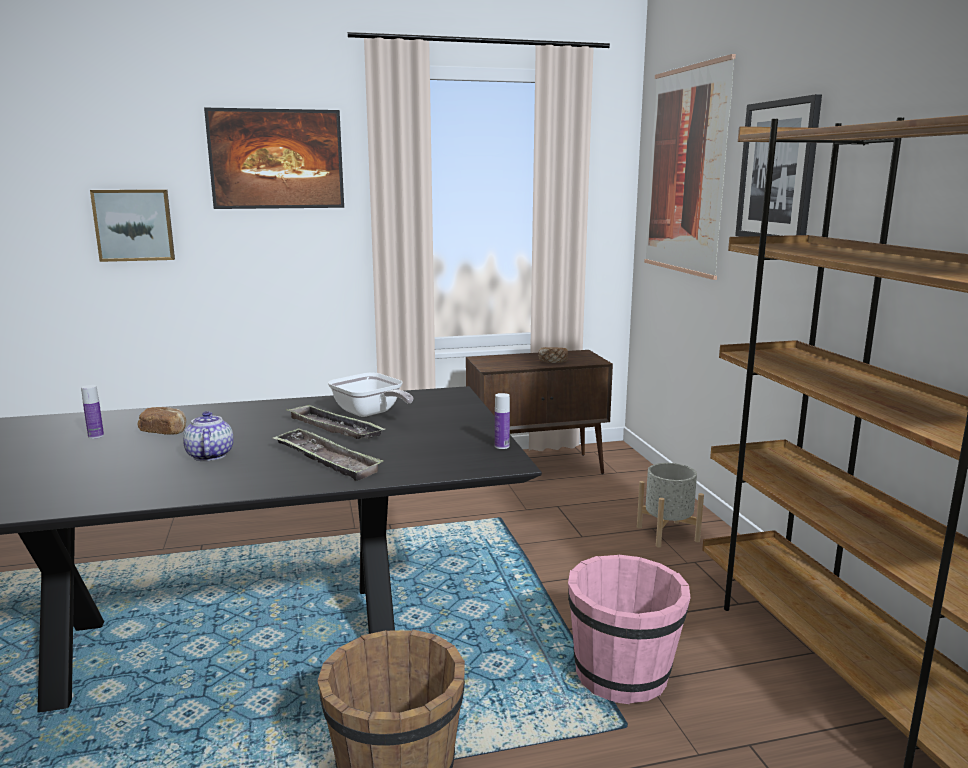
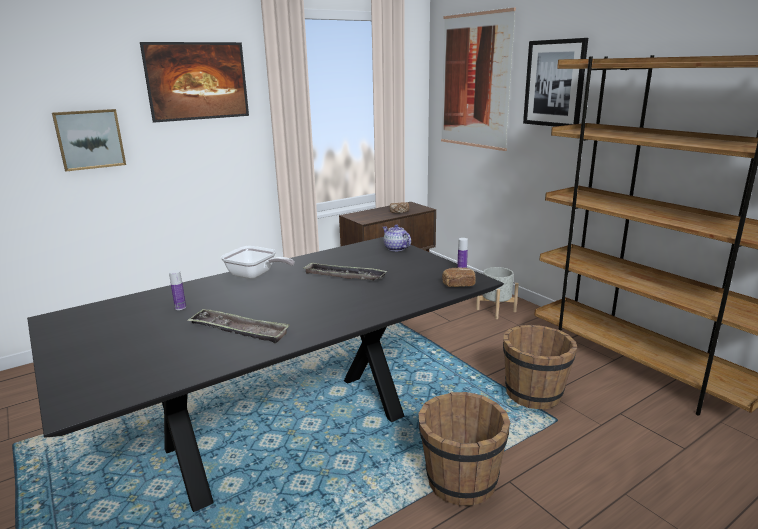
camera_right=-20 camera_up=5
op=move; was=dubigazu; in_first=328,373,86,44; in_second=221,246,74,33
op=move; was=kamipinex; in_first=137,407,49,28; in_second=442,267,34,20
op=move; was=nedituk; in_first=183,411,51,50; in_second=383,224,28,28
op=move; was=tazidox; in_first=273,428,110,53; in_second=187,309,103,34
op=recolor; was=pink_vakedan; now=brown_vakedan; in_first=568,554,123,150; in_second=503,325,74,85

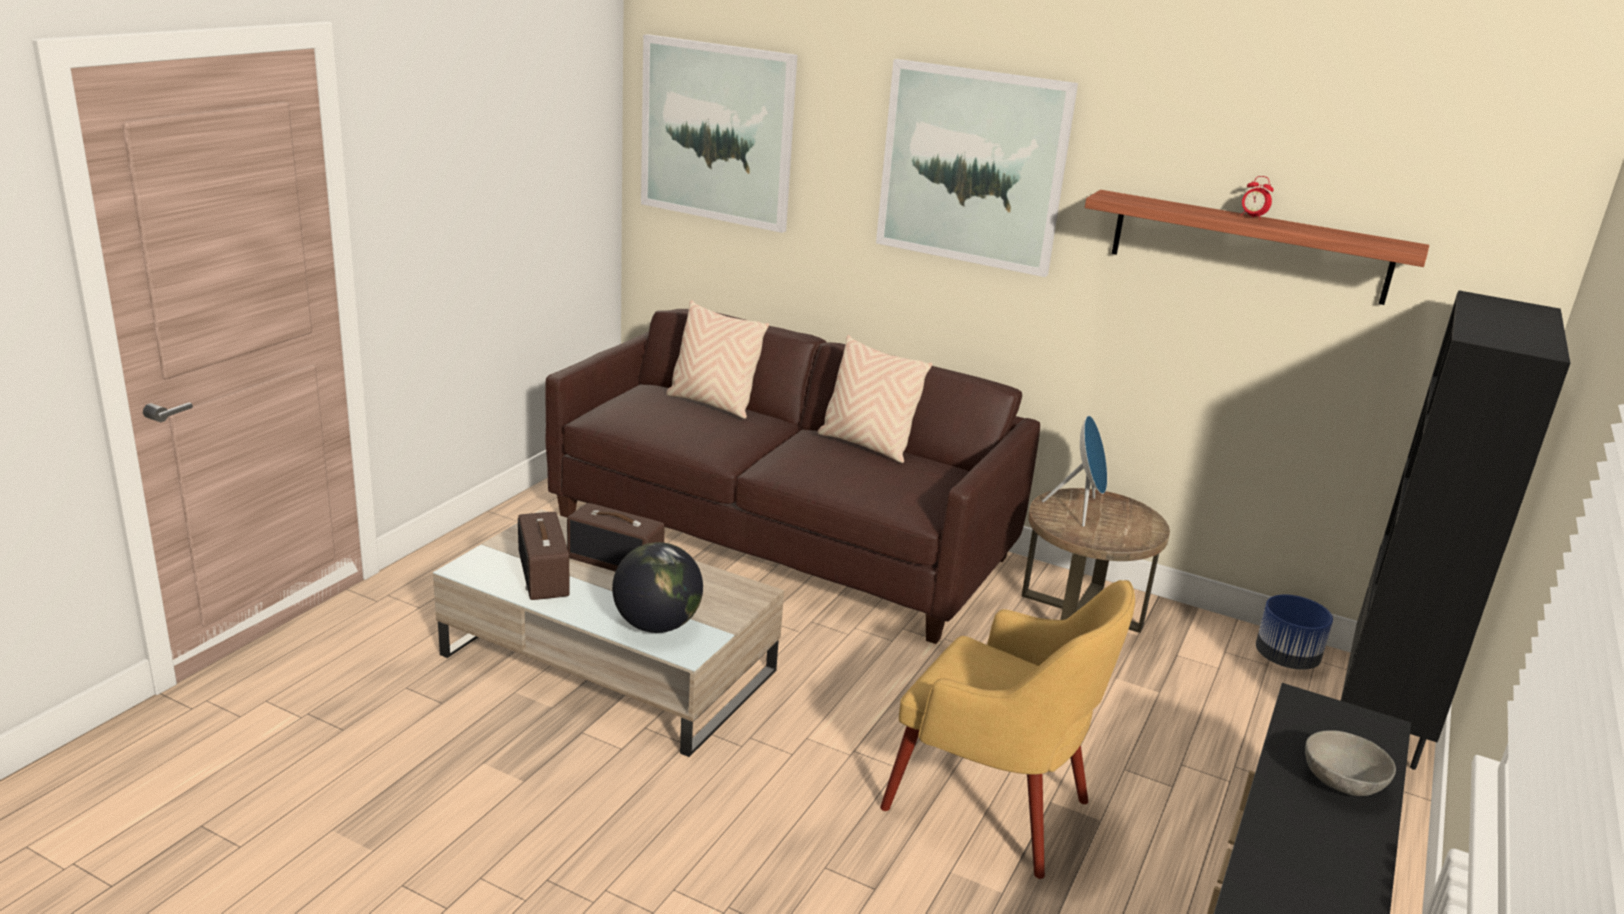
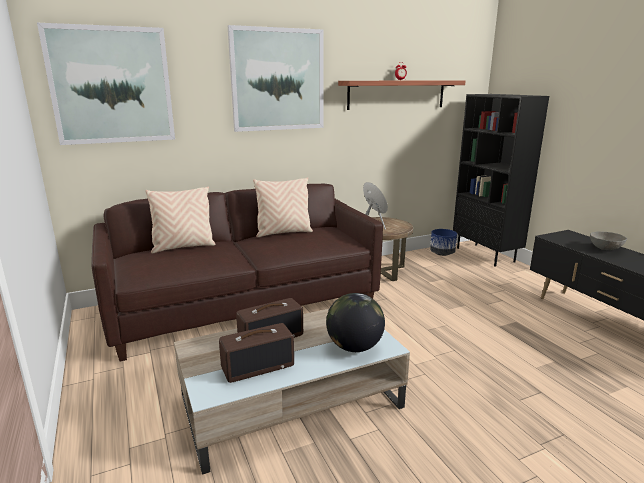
camera_right=-50 camera_up=-5
op=rotate; was=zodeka; in_first=518,512,52,88; in_second=219,323,75,60; clockwise=-45
op=delete; was=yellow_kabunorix; in_first=880,580,255,299

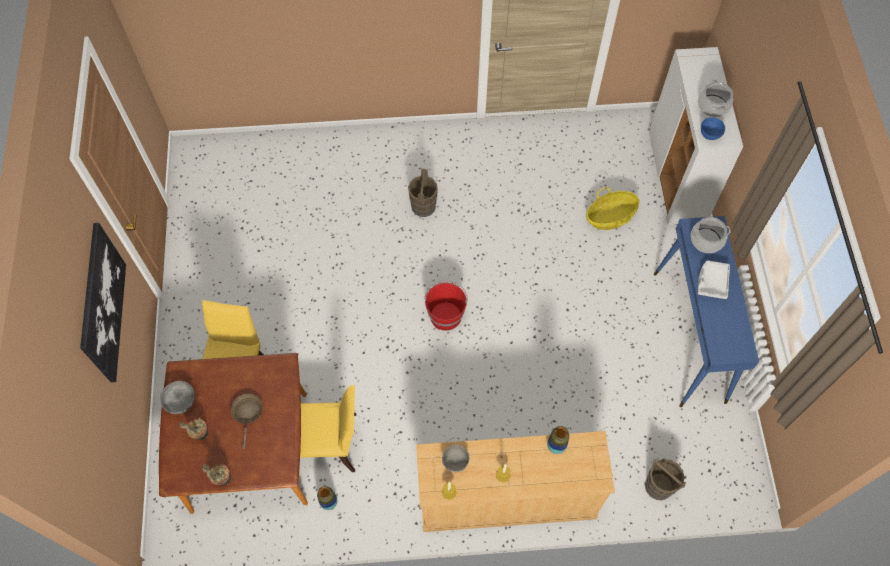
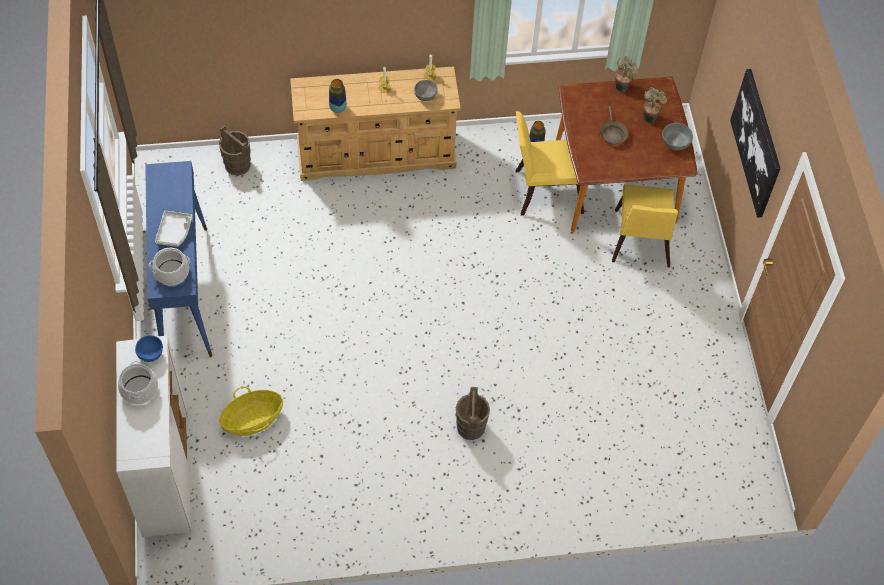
camera_right=175 camera_up=-5
op=delete; was=red_vakedan; in_first=425,281,43,49

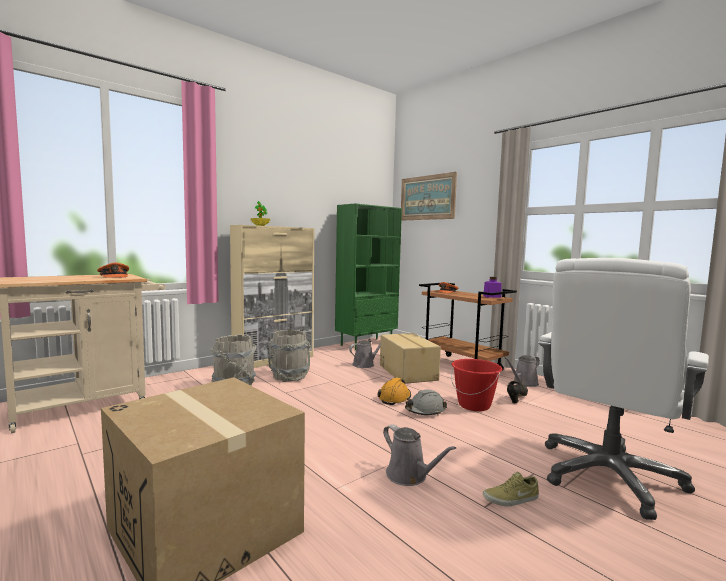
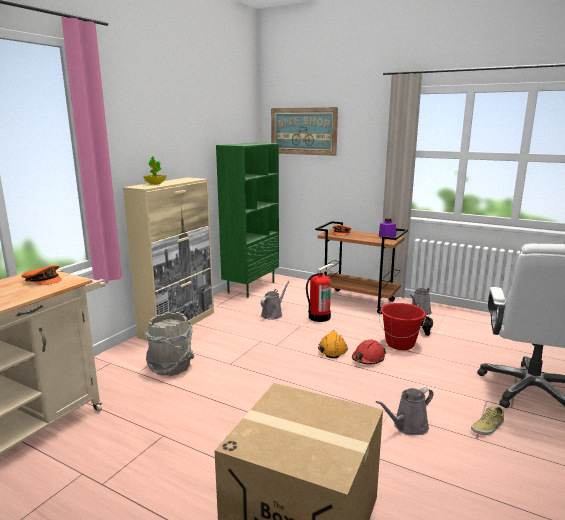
camera_right=-20 camera_up=10
op=delete; was=grey_vakedan; in_first=268,329,43,53
op=replace; was=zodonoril; now=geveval; in_first=380,333,61,51; in_second=306,263,30,59
op=recolor; was=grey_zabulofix; now=red_zabulofix; in_first=405,390,42,26; in_second=352,340,34,25
op=rotate; was=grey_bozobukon; in_first=383,424,73,62; in_second=376,387,57,48; clockwise=120

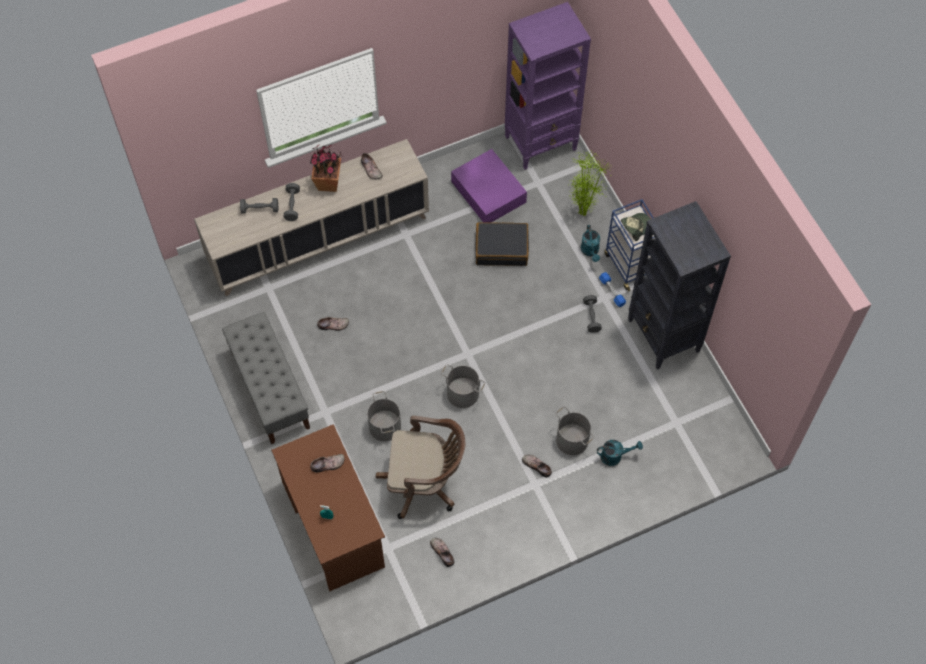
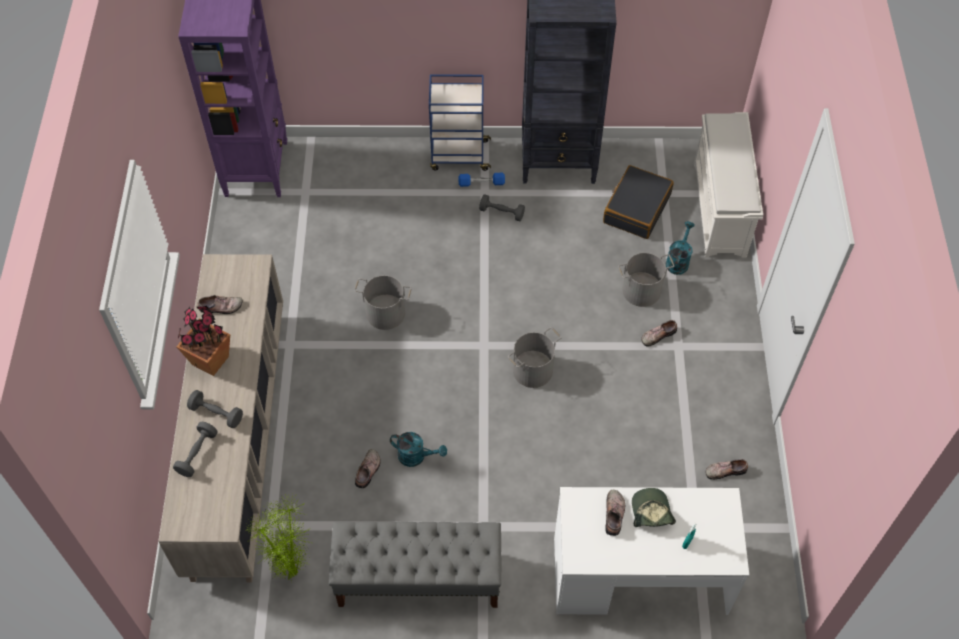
camera_right=-65 camera_up=-5
op=delete; was=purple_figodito; in_first=451,149,76,74
op=move; was=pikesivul; in_first=568,151,44,65; in_second=247,494,64,87
op=move; was=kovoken; in_first=621,213,29,28; in_second=632,488,44,39
op=move; was=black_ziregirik; in_first=476,222,53,44; in_second=603,165,71,74
op=move; was=turquoise_bozobukon; in_first=581,225,19,37; in_second=390,432,57,35
op=move; was=grey_vakedan; in_first=367,391,34,50; in_second=355,275,57,55
op=delete; was=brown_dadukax; in_first=376,416,90,103
op=recolor; was=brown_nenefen; now=white_nenefen; in_first=271,424,114,167; in_second=554,487,195,128
op=insert; now=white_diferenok; in_second=694,112,69,146

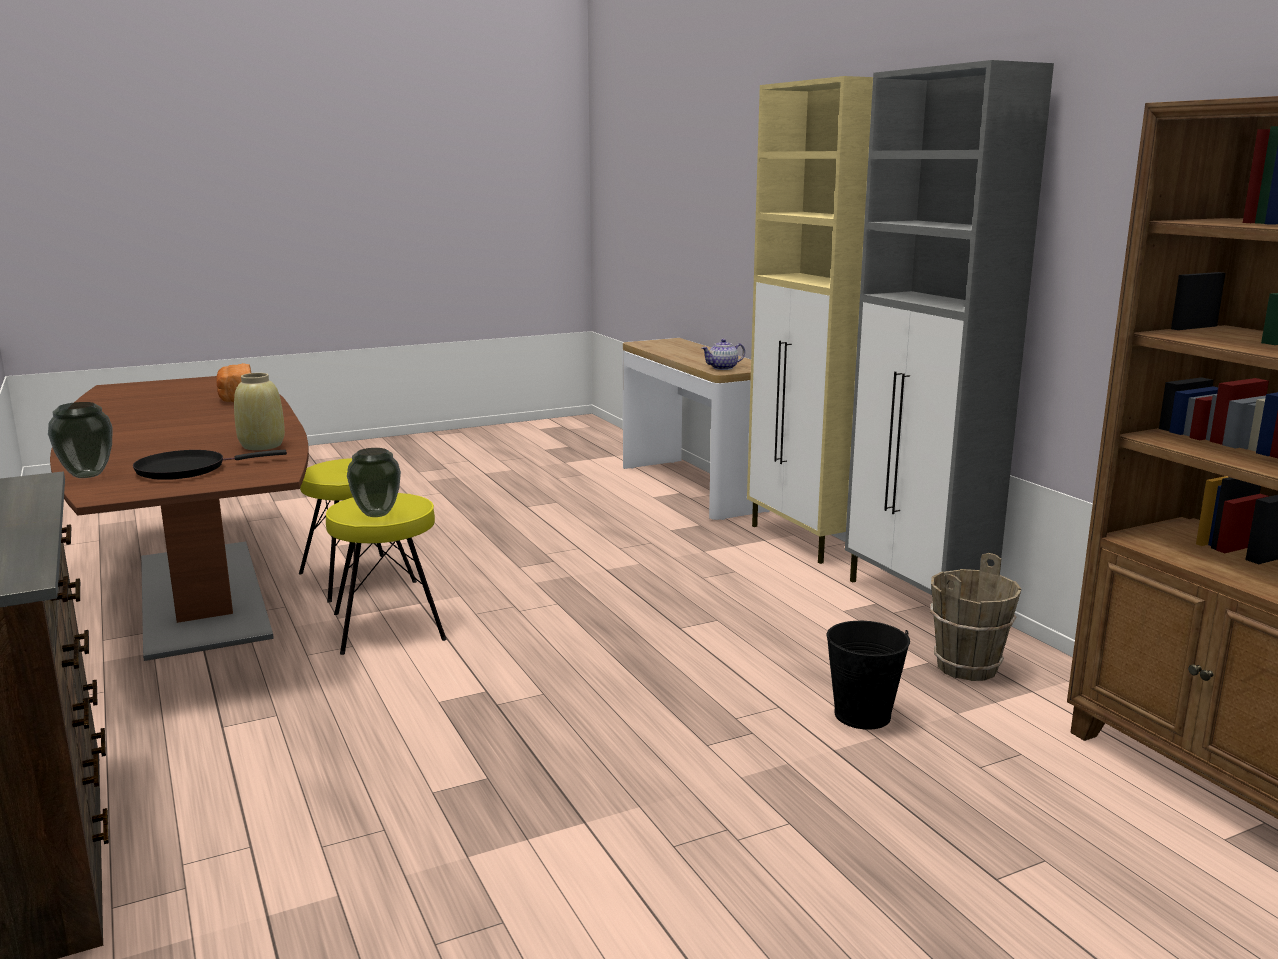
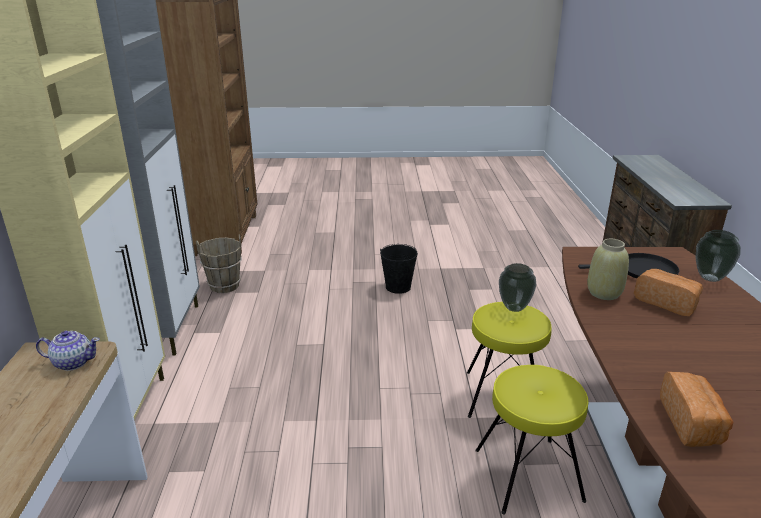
camera_right=-155 camera_up=10
op=move; was=black_vakedan; in_first=827,621,83,109; in_second=380,244,38,50
op=insert; now=kamipinex; in_second=634,269,69,47

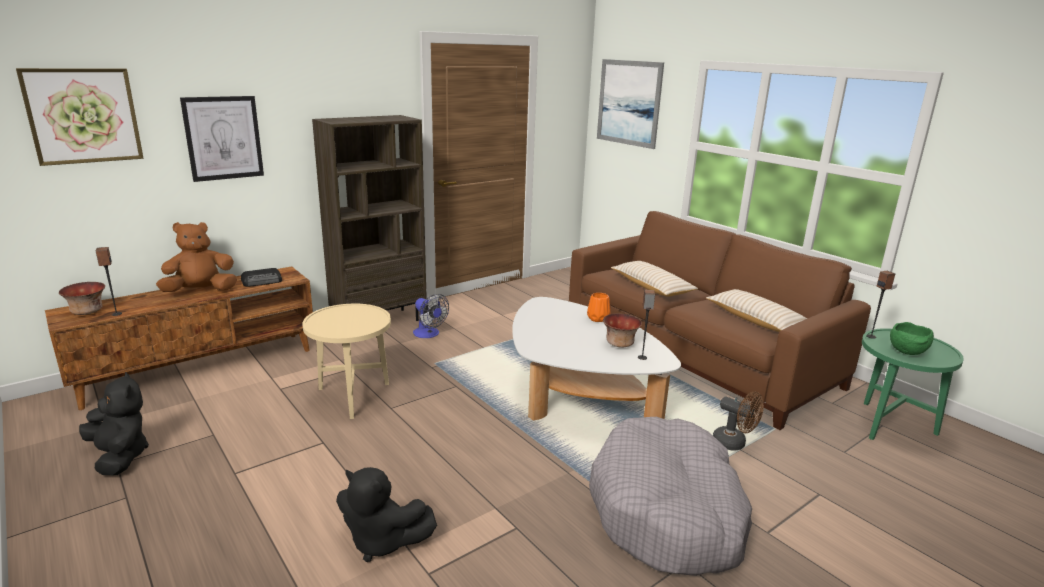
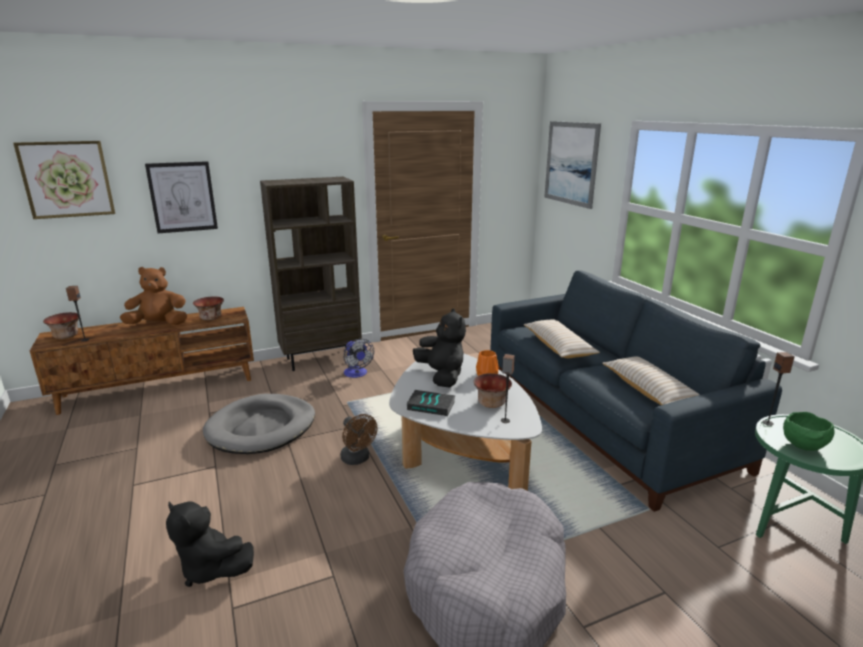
camera_right=15 camera_up=0
op=recolor; was=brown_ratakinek; now=blue_ratakinek; in_first=569,211,302,219; in_second=490,271,292,241
op=replace; was=zodeka; now=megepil; in_first=241,268,41,19; in_second=193,297,31,24
op=replace; was=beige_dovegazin; now=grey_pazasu; in_first=302,304,89,115; in_second=203,394,112,60
op=move; was=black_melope; in_first=79,372,70,103; in_second=413,309,53,79
op=move; was=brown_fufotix; in_first=713,391,51,60; in_second=341,414,36,51
op=insert; now=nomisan; in_second=407,390,49,26

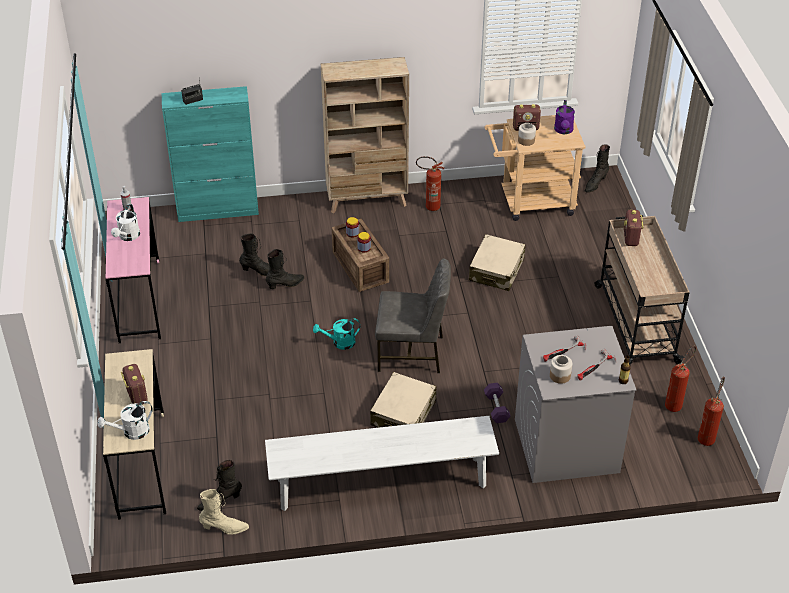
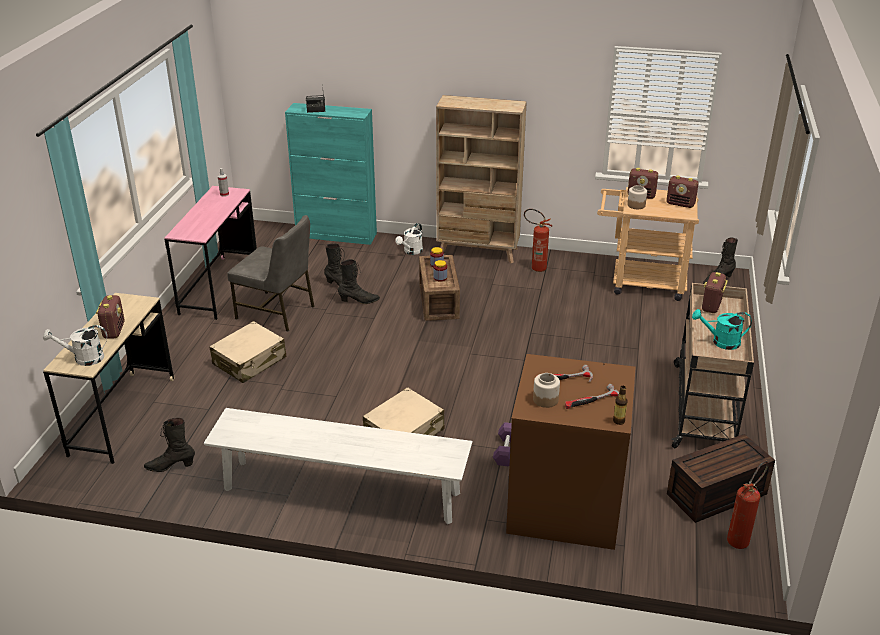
camera_right=20 camera_up=-10
op=replace; was=purple_bozobukon; now=zodeka; in_first=554,100,21,34; in_second=666,176,33,32
op=move; was=white_bozobukon; in_first=111,204,29,37; in_second=395,223,28,32
op=move; was=beige_ziregirik; in_first=469,234,57,57; in_second=210,321,76,62
op=move; was=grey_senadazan; in_first=375,259,76,114; in_second=227,215,88,117
op=move; was=turquoise_bozobukon; in_first=313,318,47,32; in_second=692,309,60,41
op=recolor; was=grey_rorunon; now=brown_rorunon; in_first=515,326,122,157; in_second=506,354,130,196
op=replace; was=geveval; now=brown_figodito; in_first=665,346,31,66; in_second=667,434,108,89
op=delete; was=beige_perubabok; in_first=199,489,50,46

